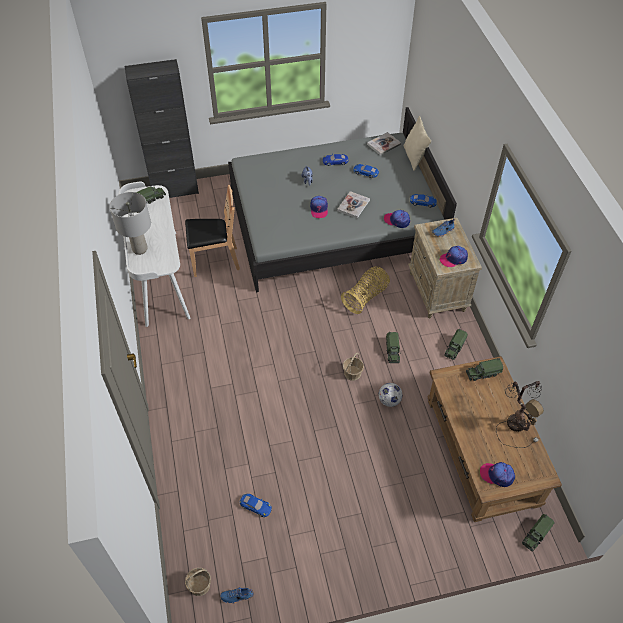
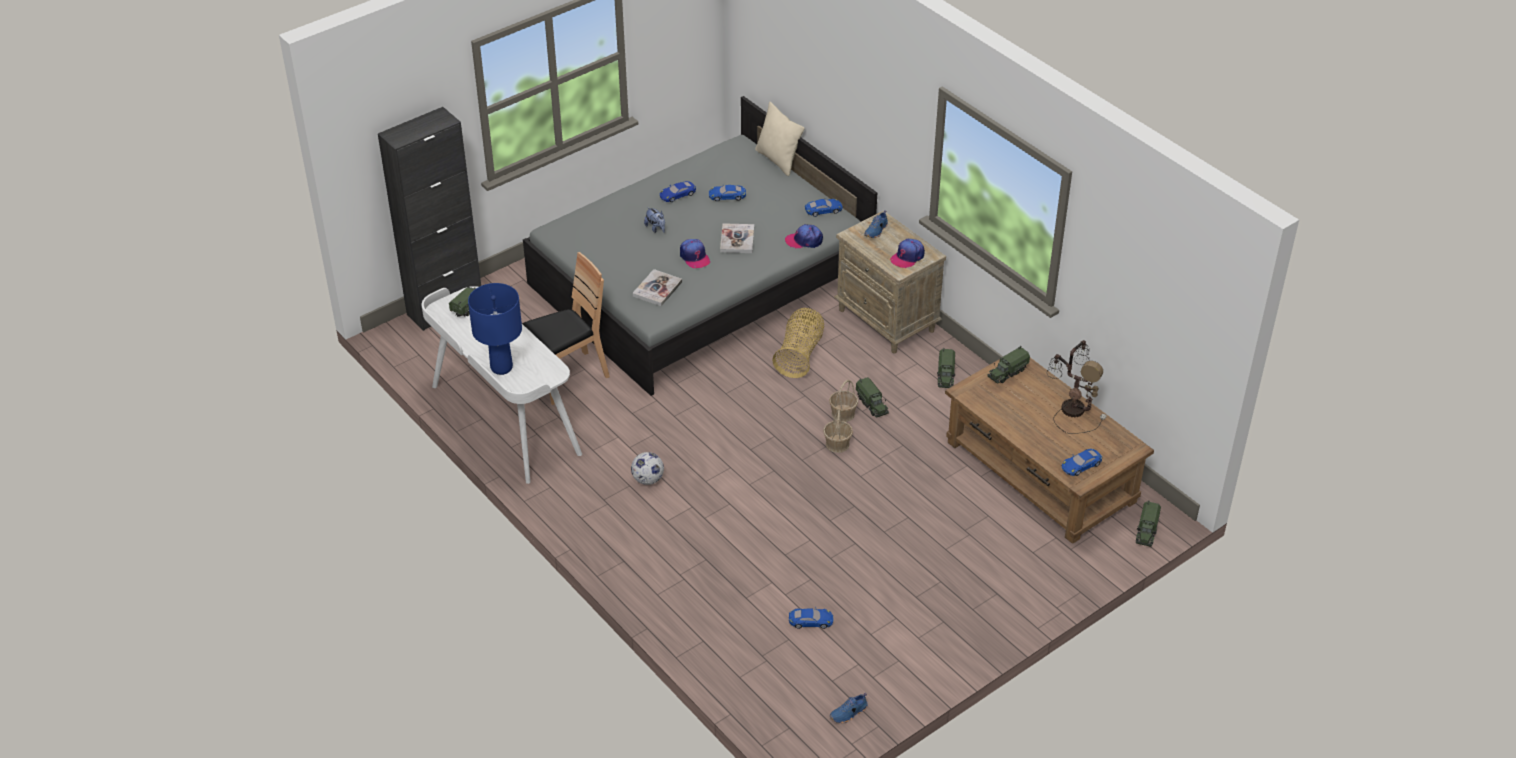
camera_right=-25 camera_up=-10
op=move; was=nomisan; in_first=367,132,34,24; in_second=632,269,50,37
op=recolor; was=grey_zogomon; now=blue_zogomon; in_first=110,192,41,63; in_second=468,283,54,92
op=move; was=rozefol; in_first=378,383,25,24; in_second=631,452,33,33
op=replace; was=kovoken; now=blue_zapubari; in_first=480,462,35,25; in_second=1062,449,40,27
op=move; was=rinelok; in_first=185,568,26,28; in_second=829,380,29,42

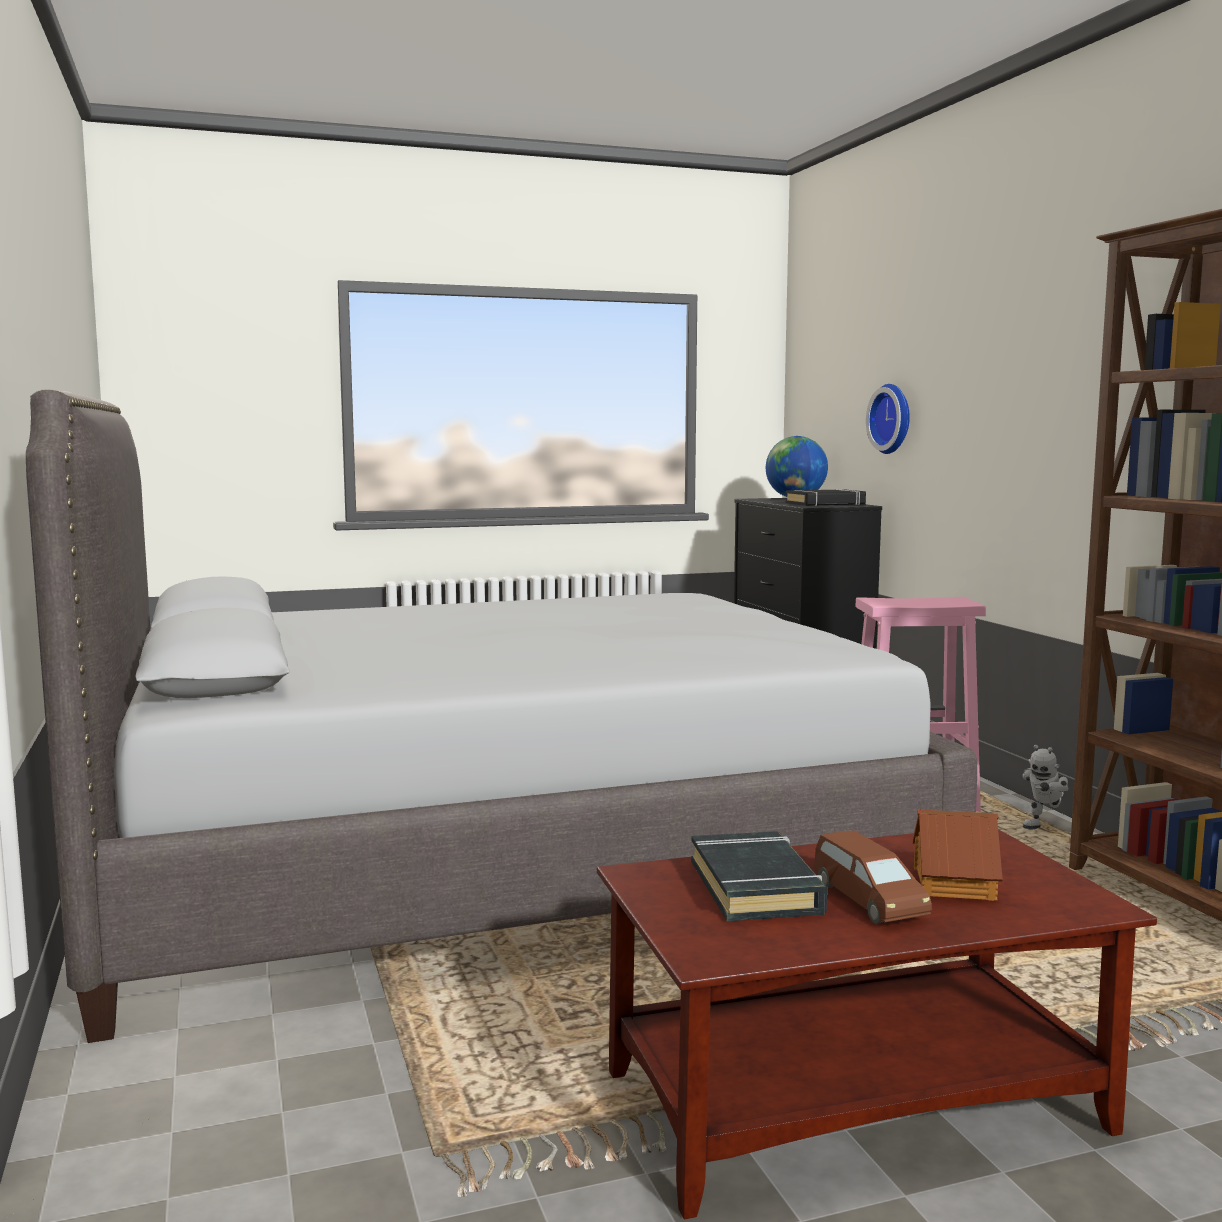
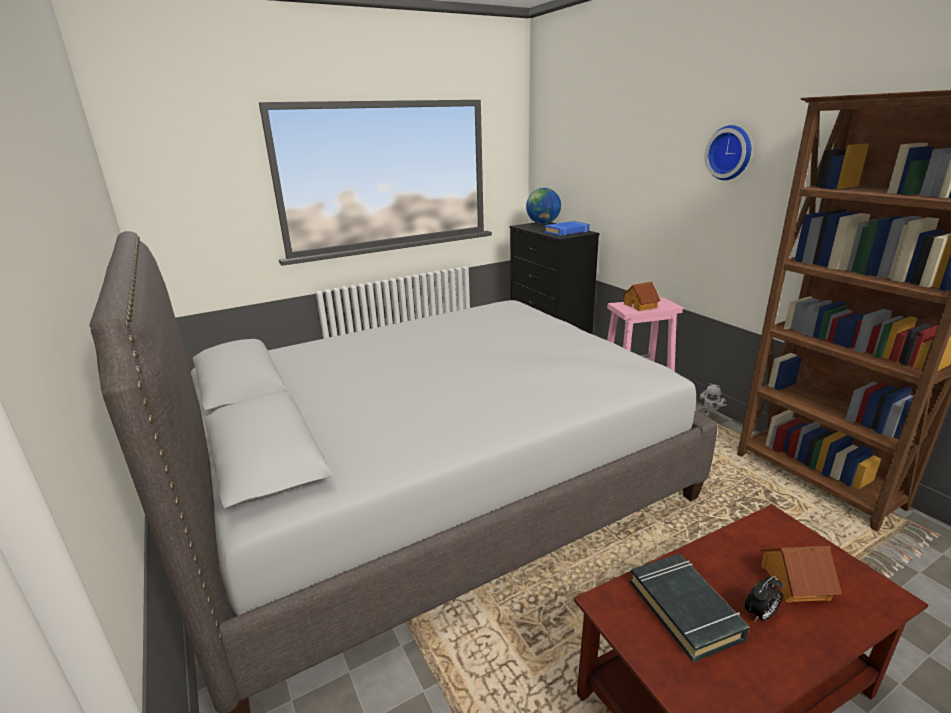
camera_right=-10 camera_up=15
op=move; was=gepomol; in_first=866,384,44,70; in_second=704,125,47,55
op=recolor; was=black_nomisan; now=blue_nomisan; in_first=785,489,81,17; in_second=545,221,45,15
op=replace; was=brown_zapubari; now=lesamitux; in_first=814,830,118,93; in_second=745,576,38,46
op=insert; now=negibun; in_second=622,282,39,29

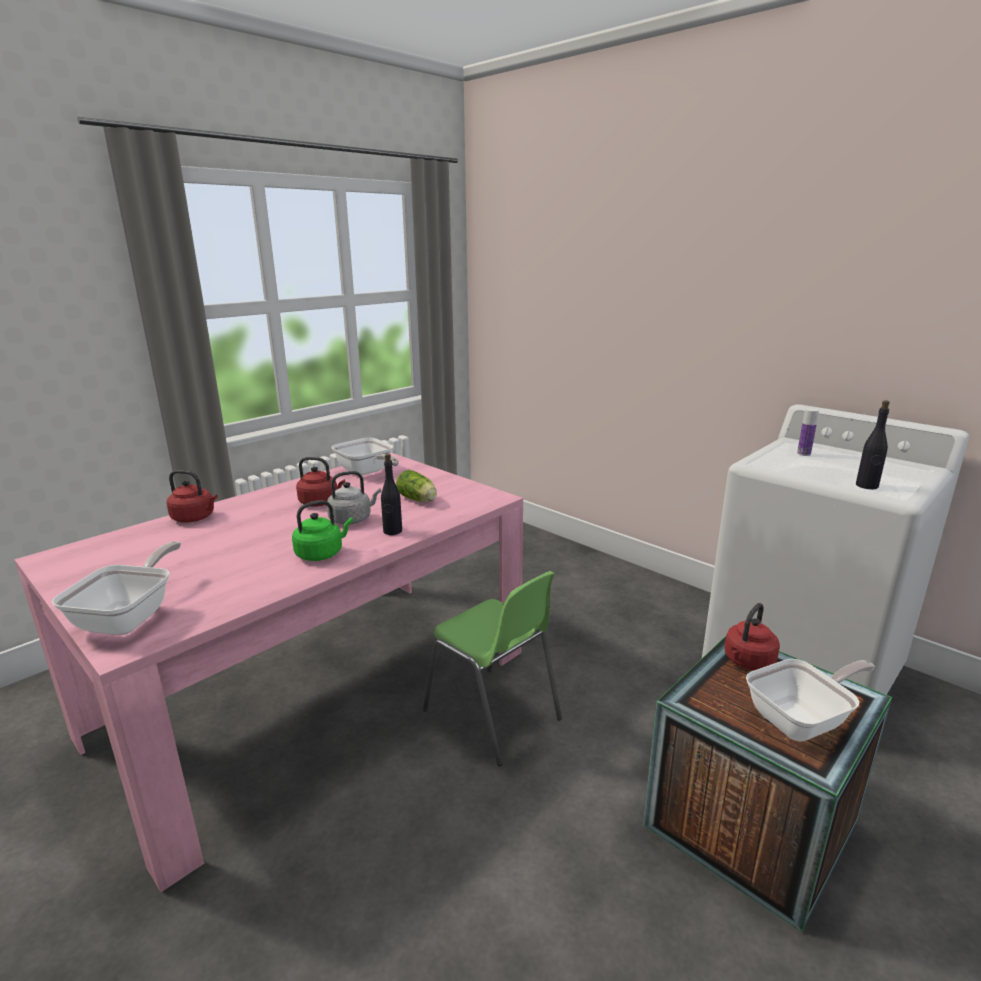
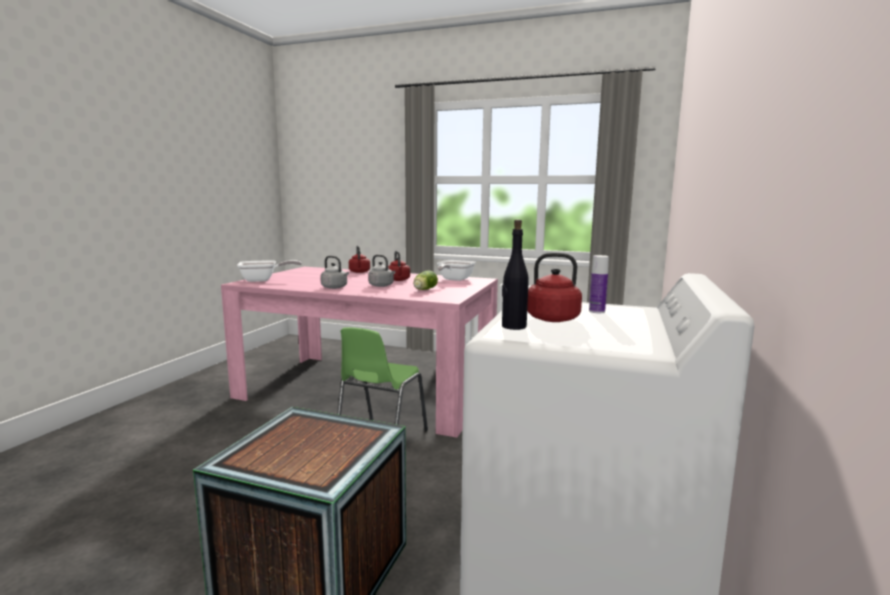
camera_right=65 camera_up=-10
op=delete; was=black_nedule; in_first=381,454,21,81
op=recolor; was=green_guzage; now=grey_guzage; in_first=292,500,61,61; in_second=321,256,28,33
op=move; was=red_guzage; in_first=724,603,56,67; in_second=527,253,55,69
op=delete; was=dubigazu; in_first=746,659,129,83

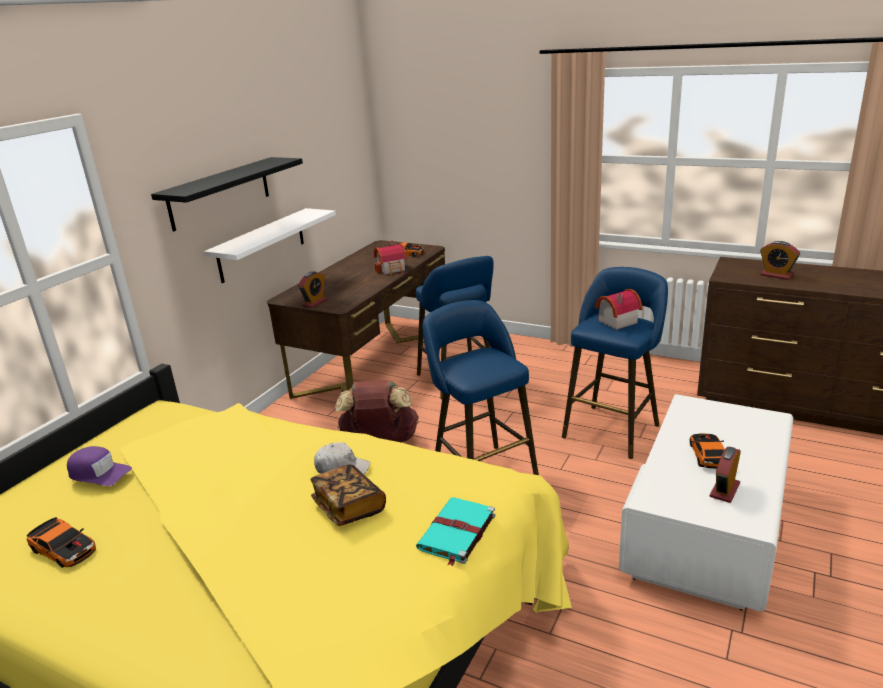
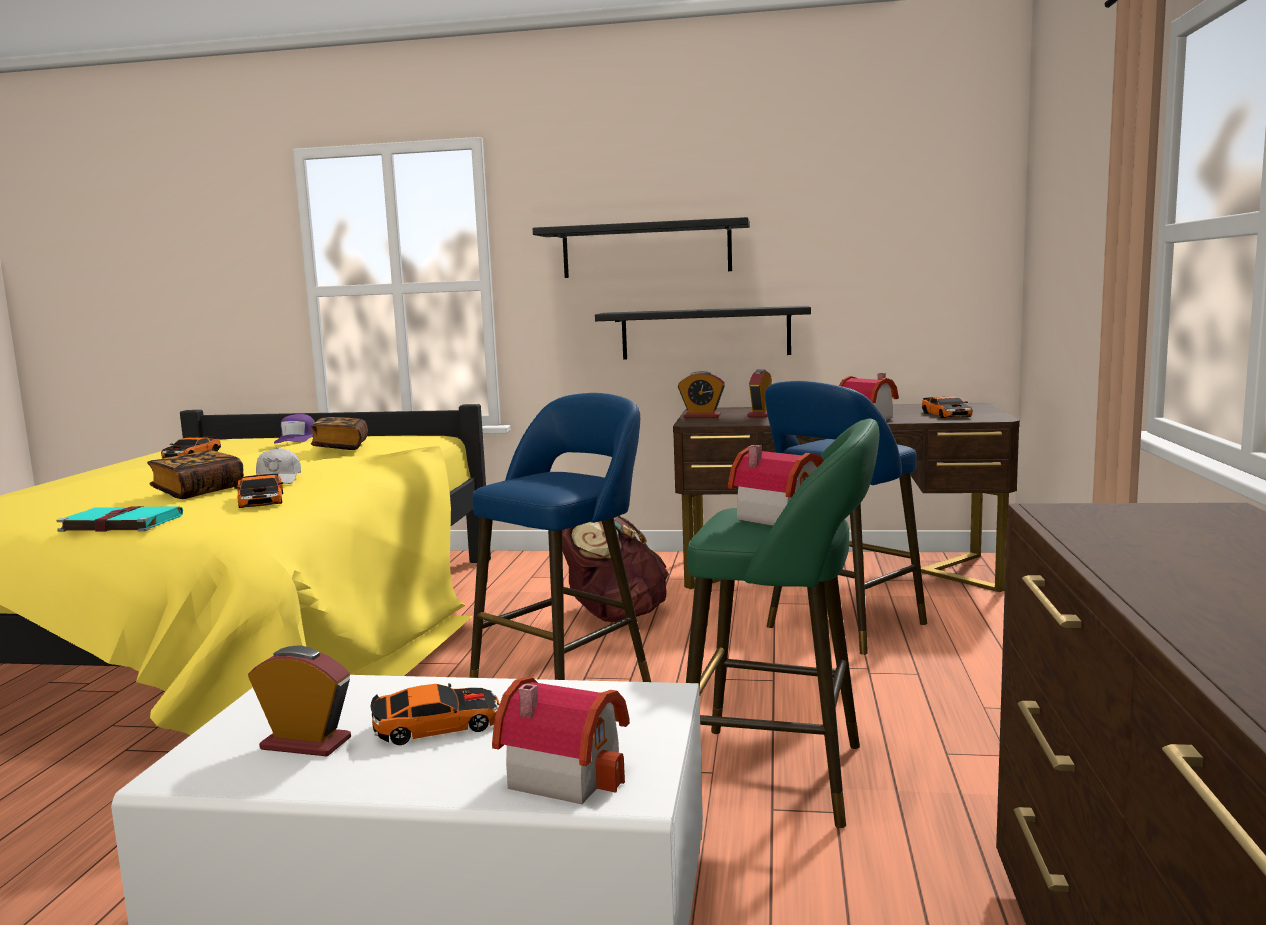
camera_right=70 camera_up=-15
op=recolor; was=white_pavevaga; now=black_pavevaga; in_first=204,208,132,75; in_second=595,306,216,54
op=move; was=lesamitux; in_first=760,241,40,39; in_second=747,369,25,48
op=recolor; was=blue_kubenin; now=green_kubenin; in_first=562,267,106,192; in_second=686,418,193,410
op=insert; now=nomisan; in_second=311,417,57,33
op=insert; now=zapubari; in_second=234,474,49,34
op=insert; now=negibun; in_second=492,677,138,127

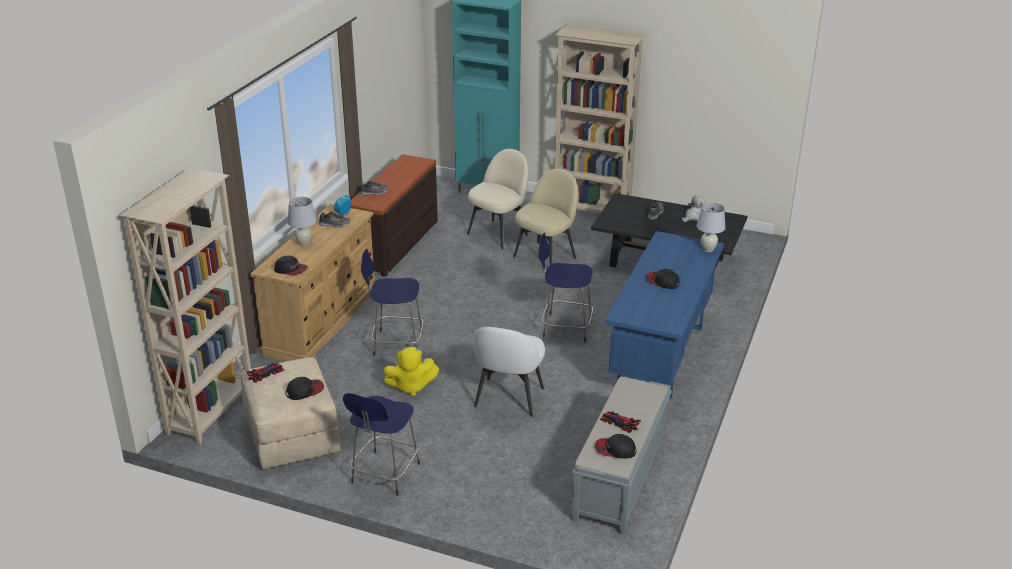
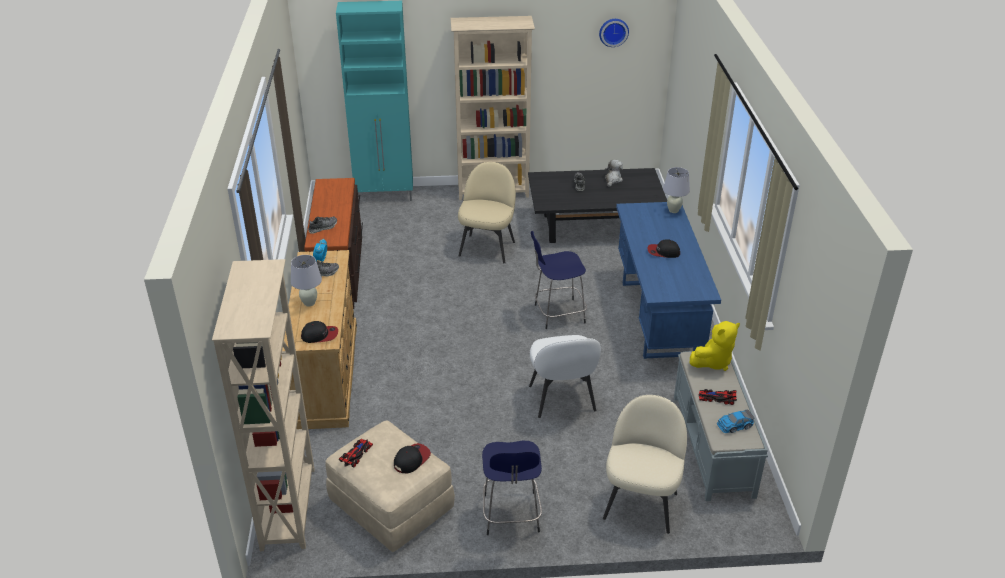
camera_right=-25 camera_up=5
op=move; was=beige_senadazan; in_first=467,149,61,100; in_second=603,395,84,139
op=delete; was=blue_kubenin; in_first=361,249,63,107
op=move; was=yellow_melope; in_first=384,347,55,49; in_second=690,321,50,50
op=replace; was=kovoken; now=zapubari; in_first=595,434,41,24; in_second=717,409,38,24
op=insert; now=gepomol; in_second=599,19,30,28

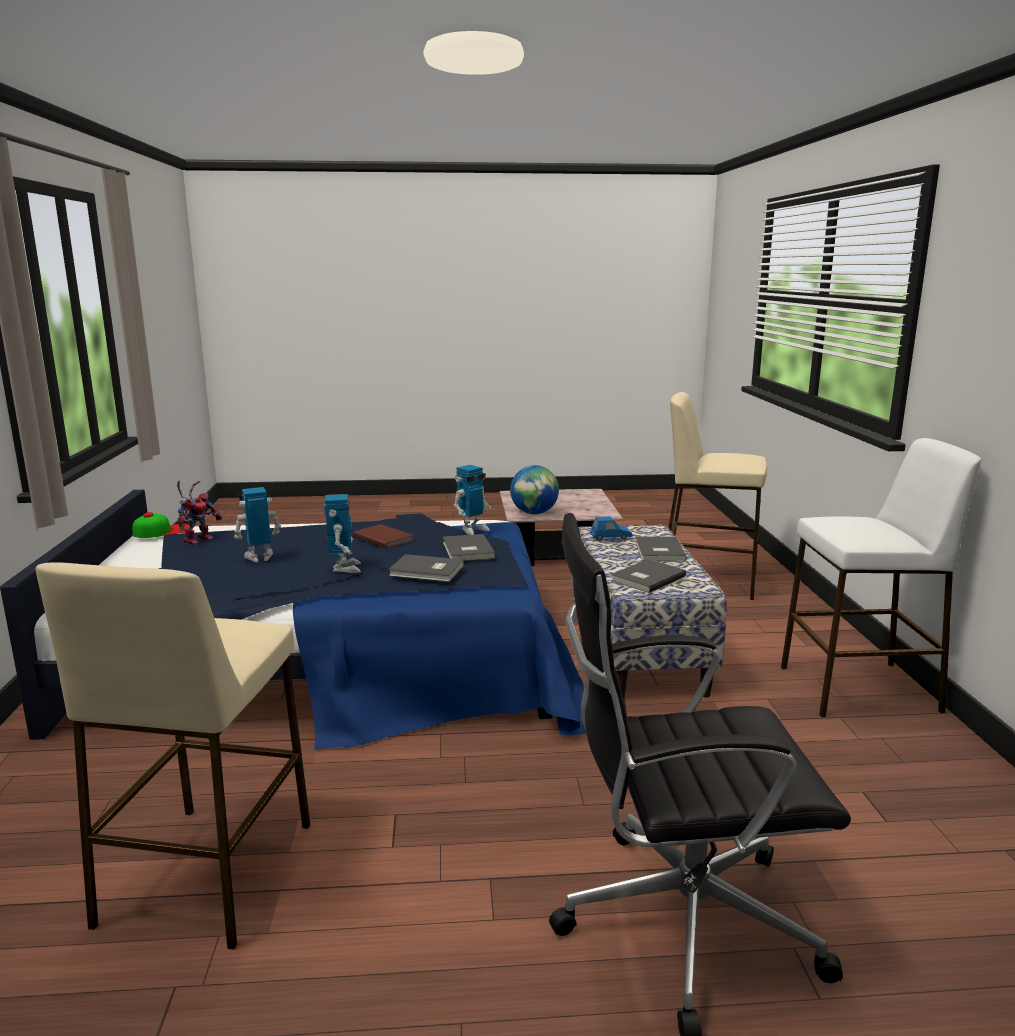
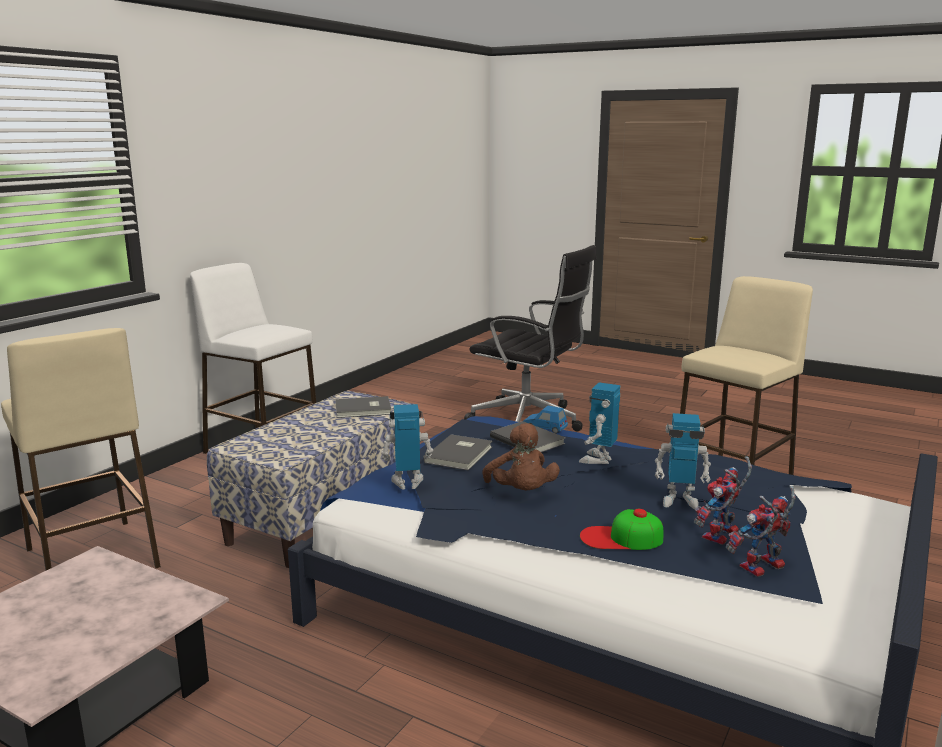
camera_right=-145 camera_up=0
op=delete; was=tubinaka; in_first=510,465,49,49
op=move; was=kovoken; in_first=132,512,58,26; in_second=580,509,83,41
op=move; was=blue_zapubari; in_first=590,516,43,25; in_second=523,406,45,28
op=replace; was=brown_nomisan; now=brown_melope; in_first=354,524,59,24; in_second=483,423,77,67
op=delete; was=grey_nomisan; in_first=635,536,52,26
op=insert; now=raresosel; in_second=694,456,58,89

